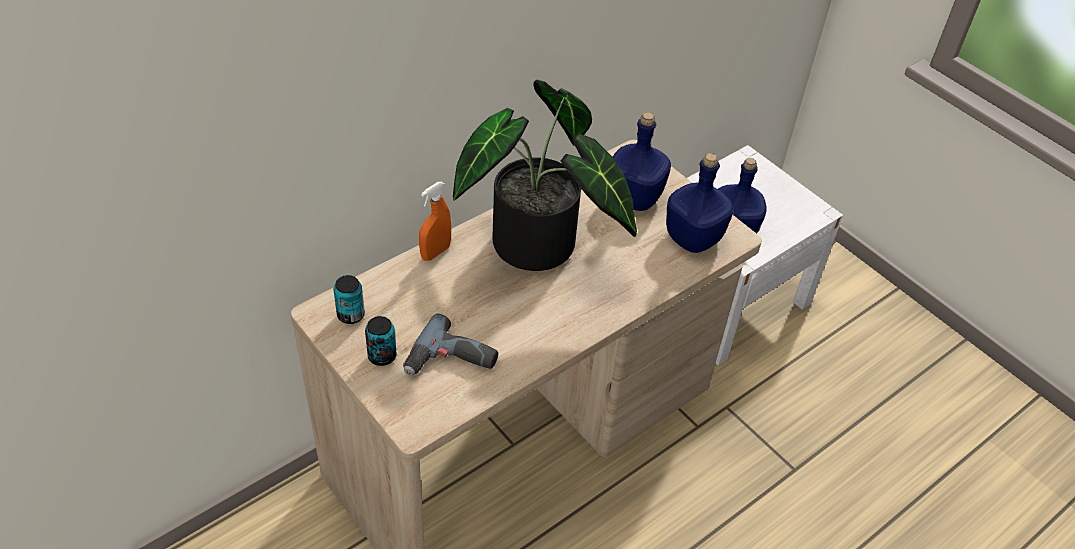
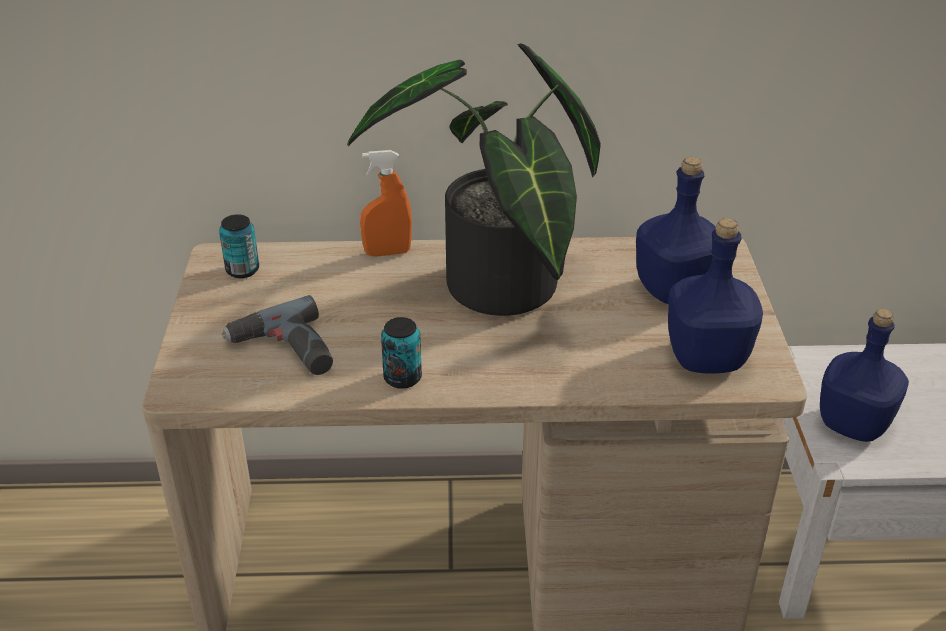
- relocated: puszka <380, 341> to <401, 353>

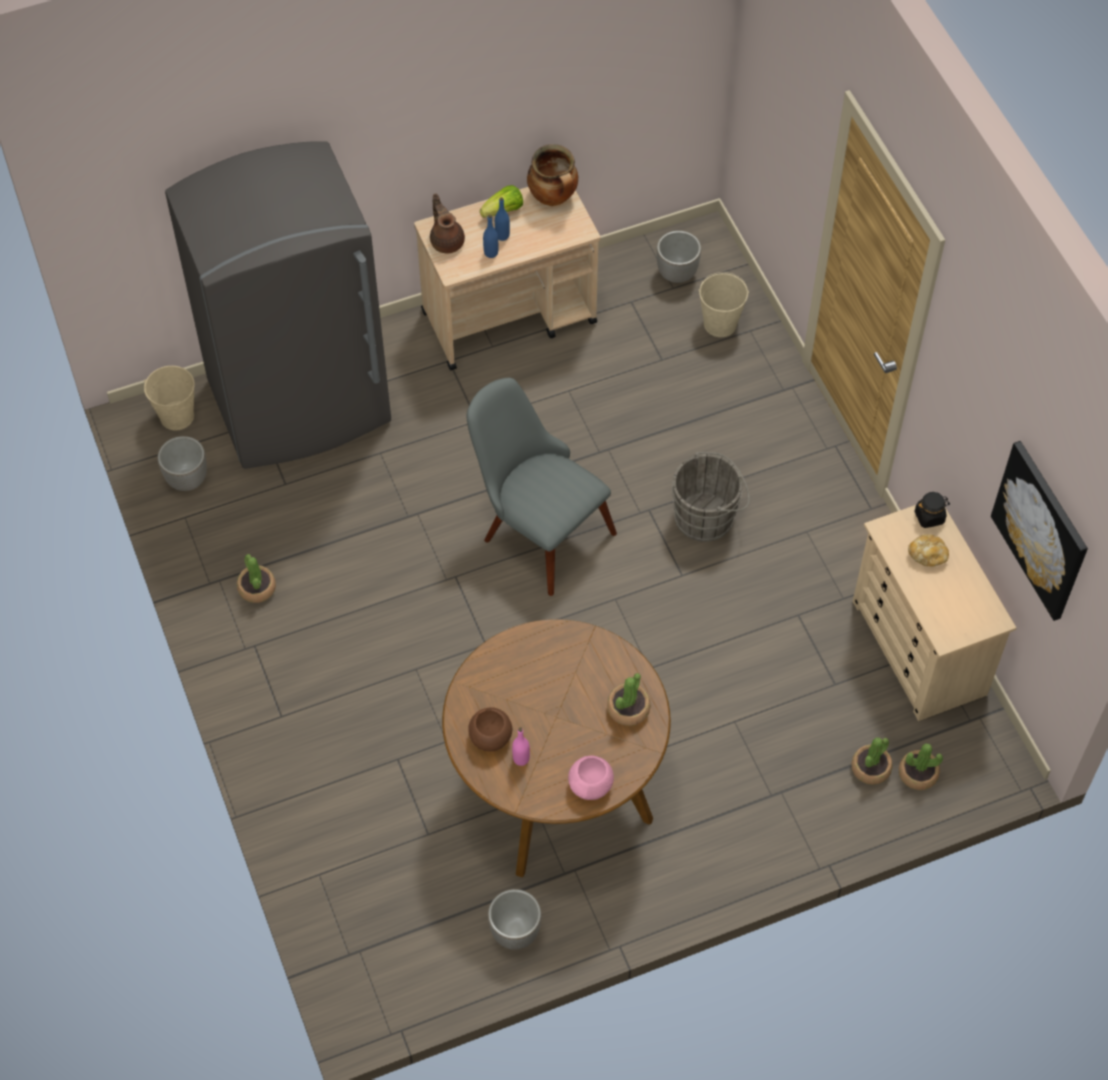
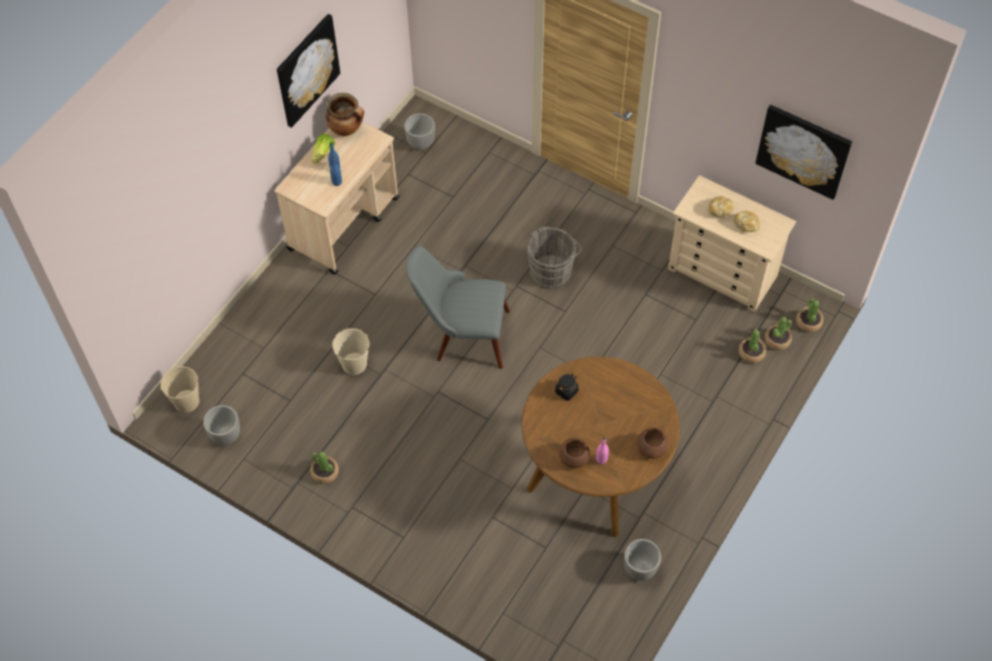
- missing: lodówka/szary <278, 305>
- missing: imbryk/brązowy <447, 223>
- colour: miska/różowy <591, 778> to miska/brązowy <652, 443>
- relocated: roślina doniczkowa <629, 699> to <809, 315>
- relocated: wiadro/beżowy <723, 304> to <350, 351>
- relocated: słoik/czarny <932, 510> to <567, 387>
- appeared: obraz <308, 71>
- appeared: chleb <747, 221>

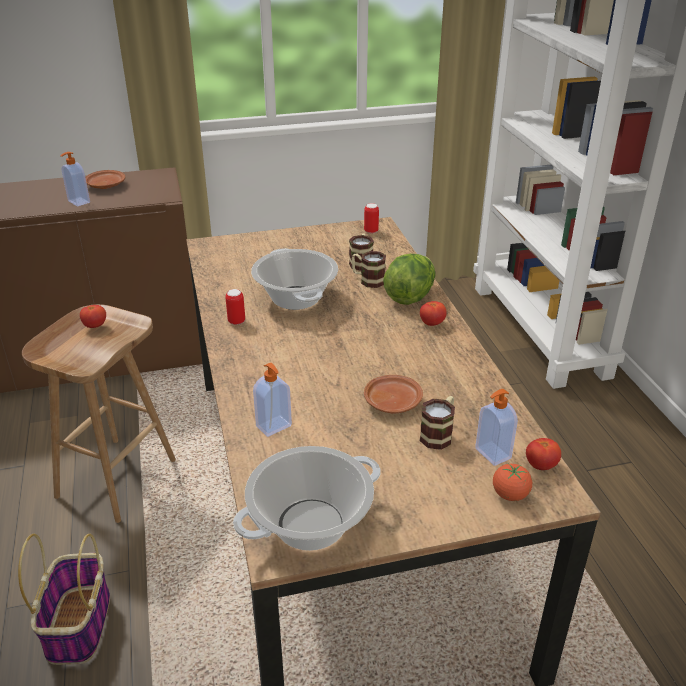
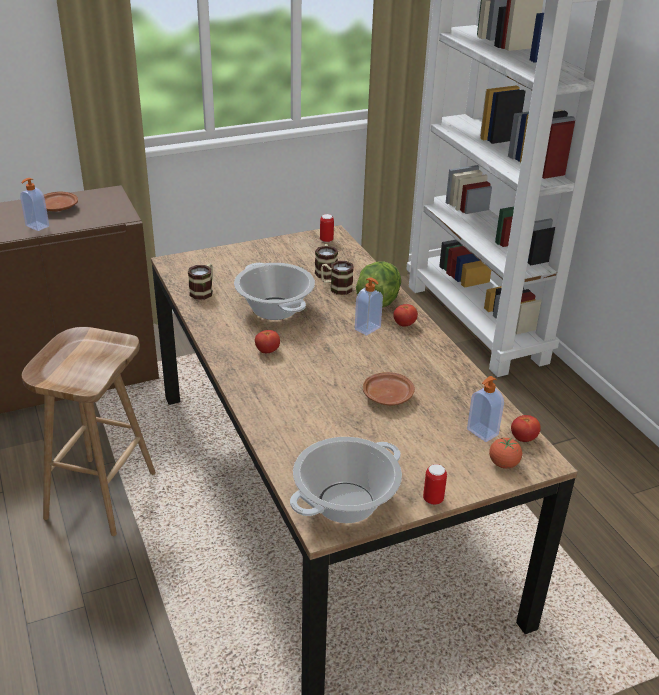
- missing: koszyk <64, 599>
- relocated: pomidor <93, 316> to <267, 341>
- relocated: puszka <235, 307> to <435, 484>
- relocated: dozownik mydła <272, 400> to <369, 306>
- relocated: kubek <437, 423> to <200, 282>

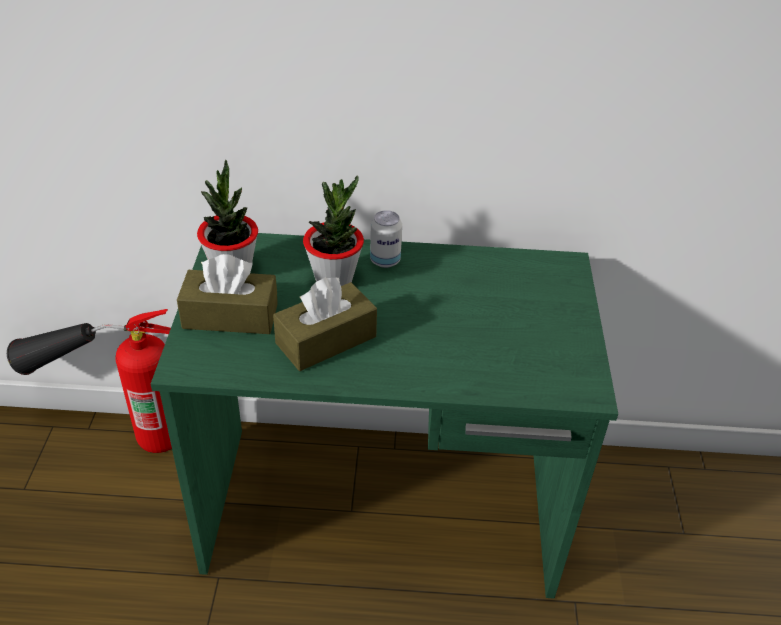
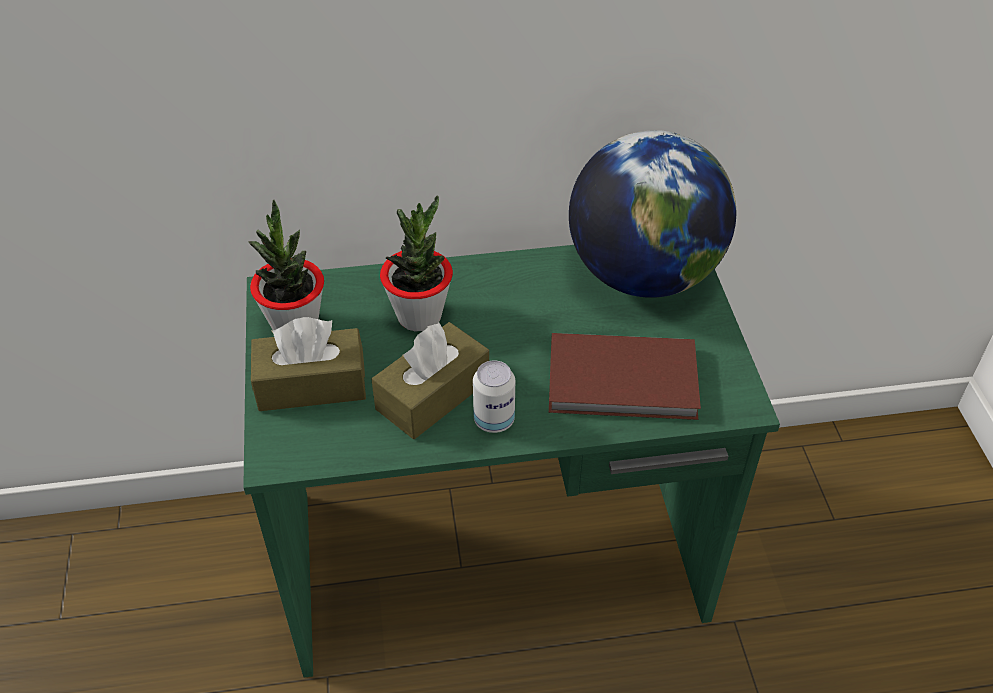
- missing: gaśnica <89, 381>
- relocated: puszka <386, 239> to <494, 396>
- appeared: książka/brązowy <625, 376>
- appeared: globus <652, 214>

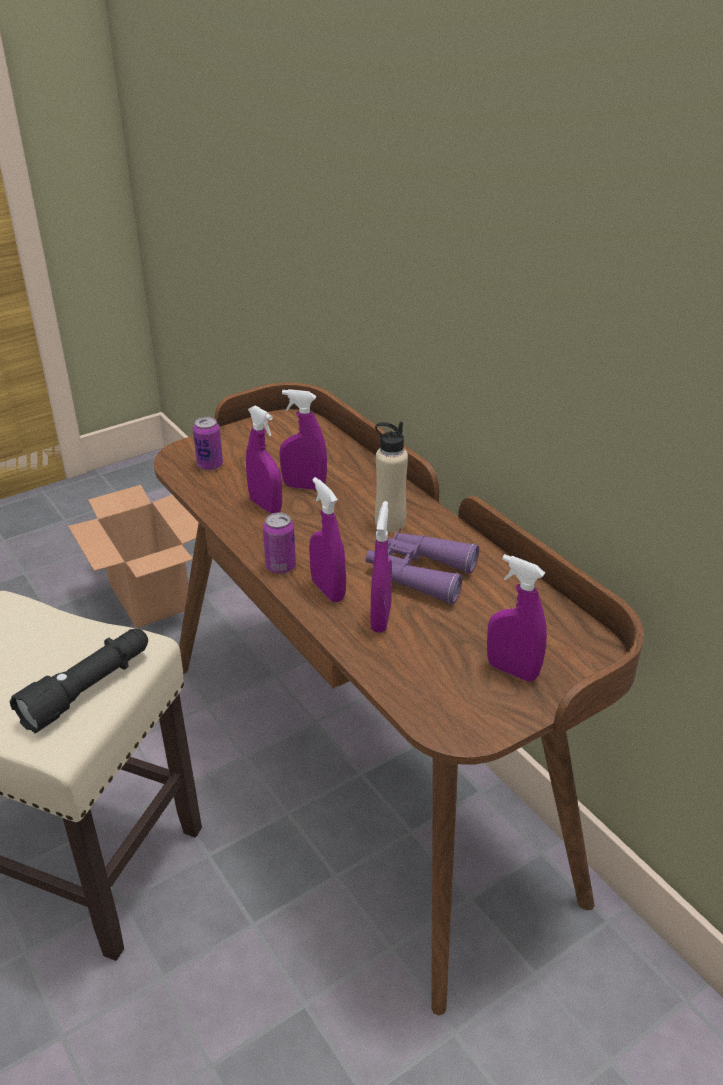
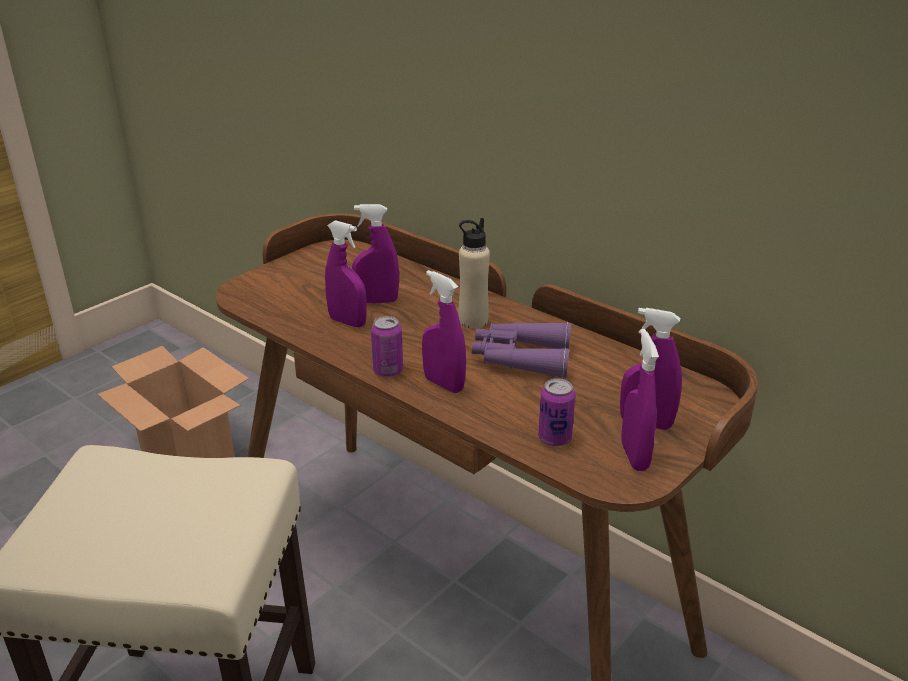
- missing: latarka/czarny <79, 681>
- relocated: puszka <208, 444> to <557, 412>
- relocated: spryskiwacz/fioletowy <381, 567> to <640, 400>

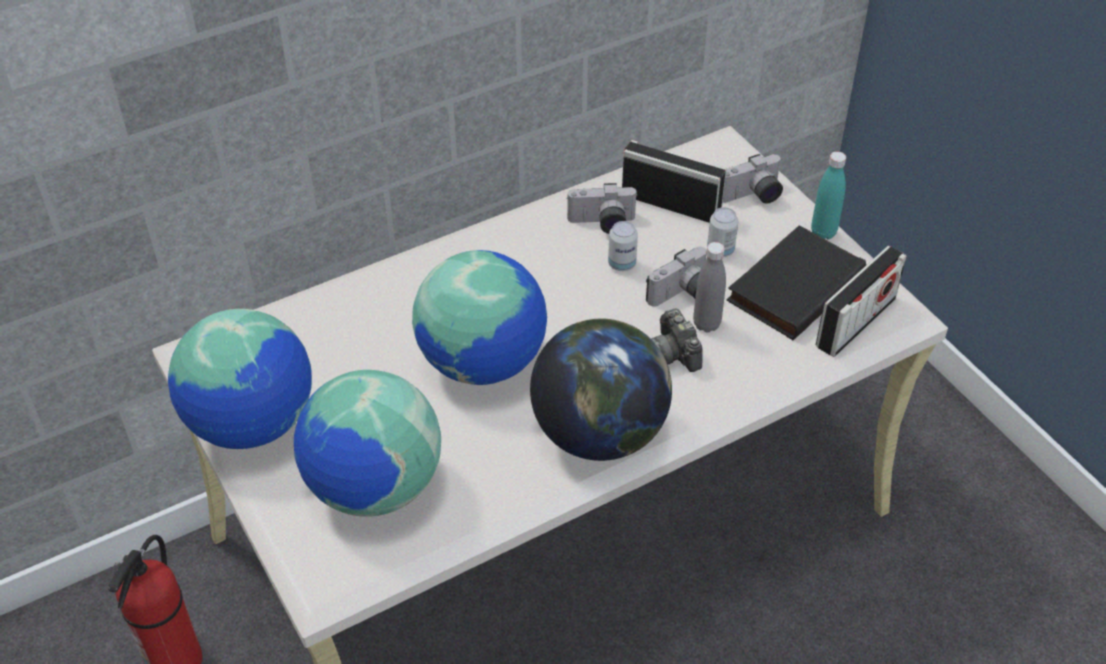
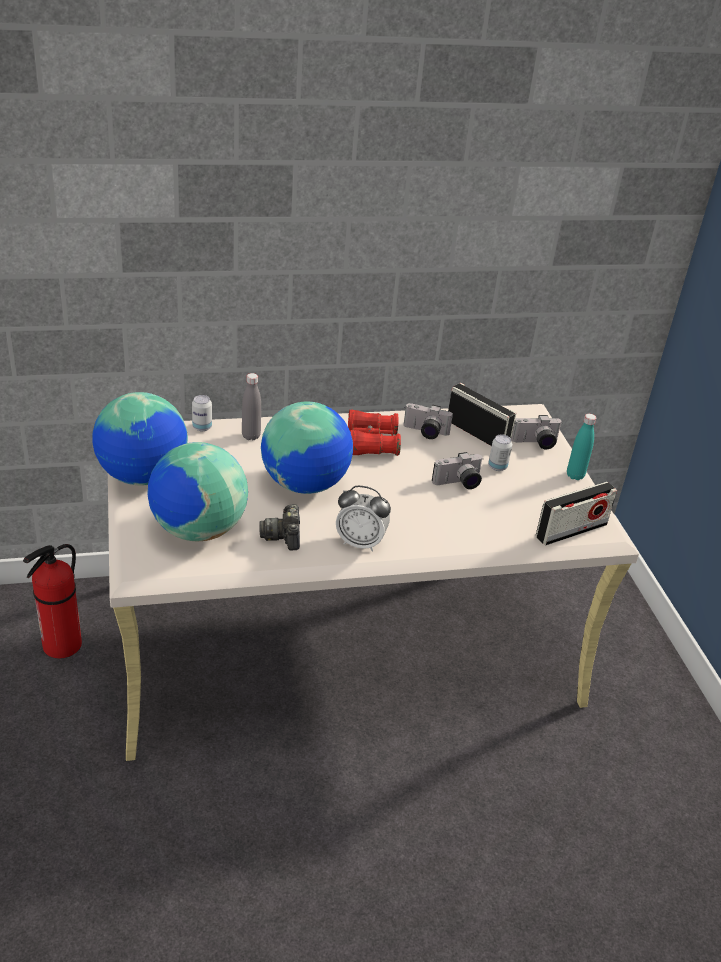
- exchanged: globus <601, 390> to budzik <363, 519>
- relocated: puszka <623, 246> to <202, 413>
- relocated: aparat fotograficzny <676, 340> to <280, 527>
- relocated: butelka/szary <709, 287> to <251, 406>
- missing: książka/czarny <796, 282>
- appeared: lornetka/czerwony <374, 433>

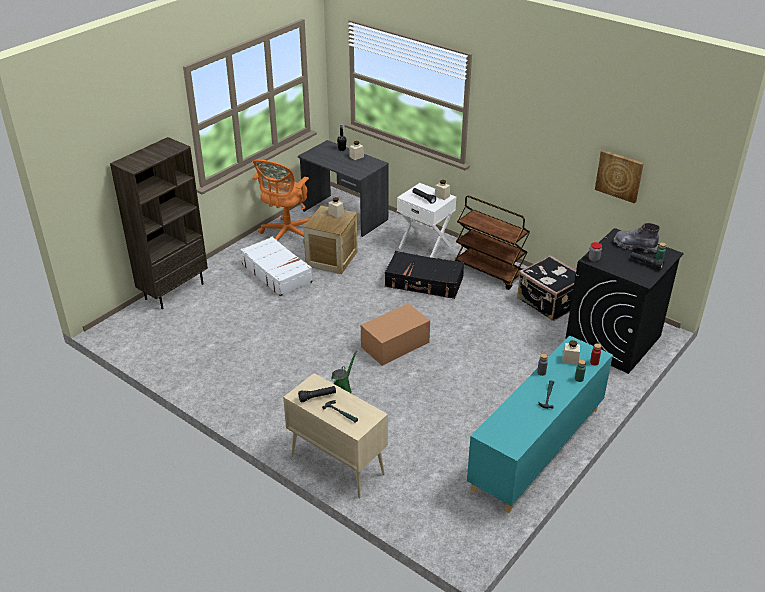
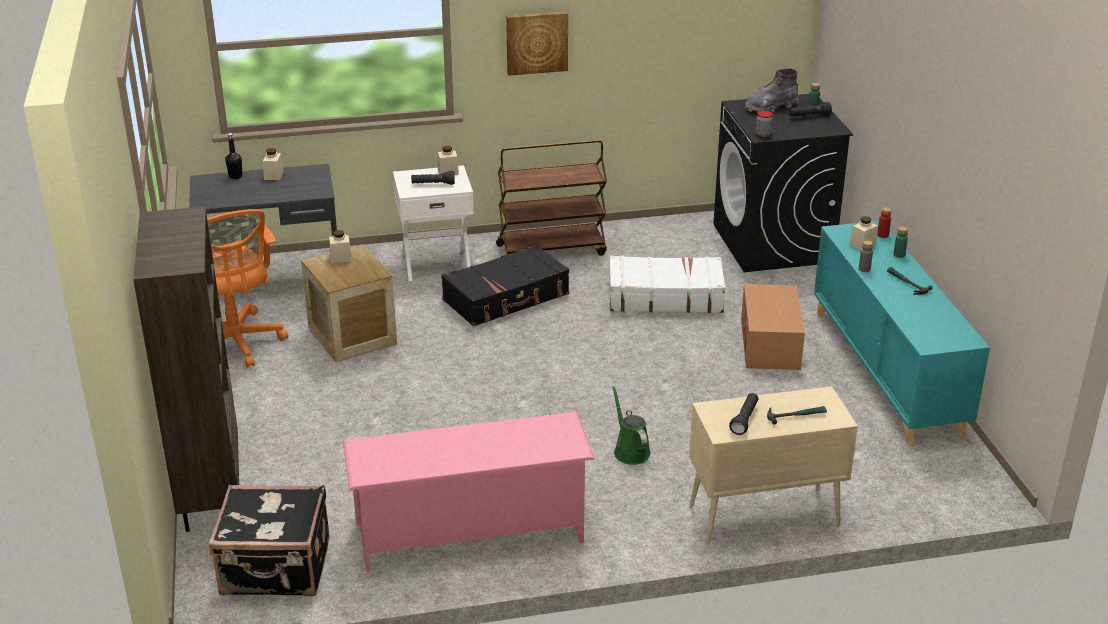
- relocated: walizka/biały <276, 266> to <667, 284>
- relocated: karton <395, 334> to <773, 327>
- relocated: walizka/czarny <546, 288> to <269, 540>
- relocated: obraz <619, 177> to <537, 44>
- appeared: regał na buty/różowy <469, 492>

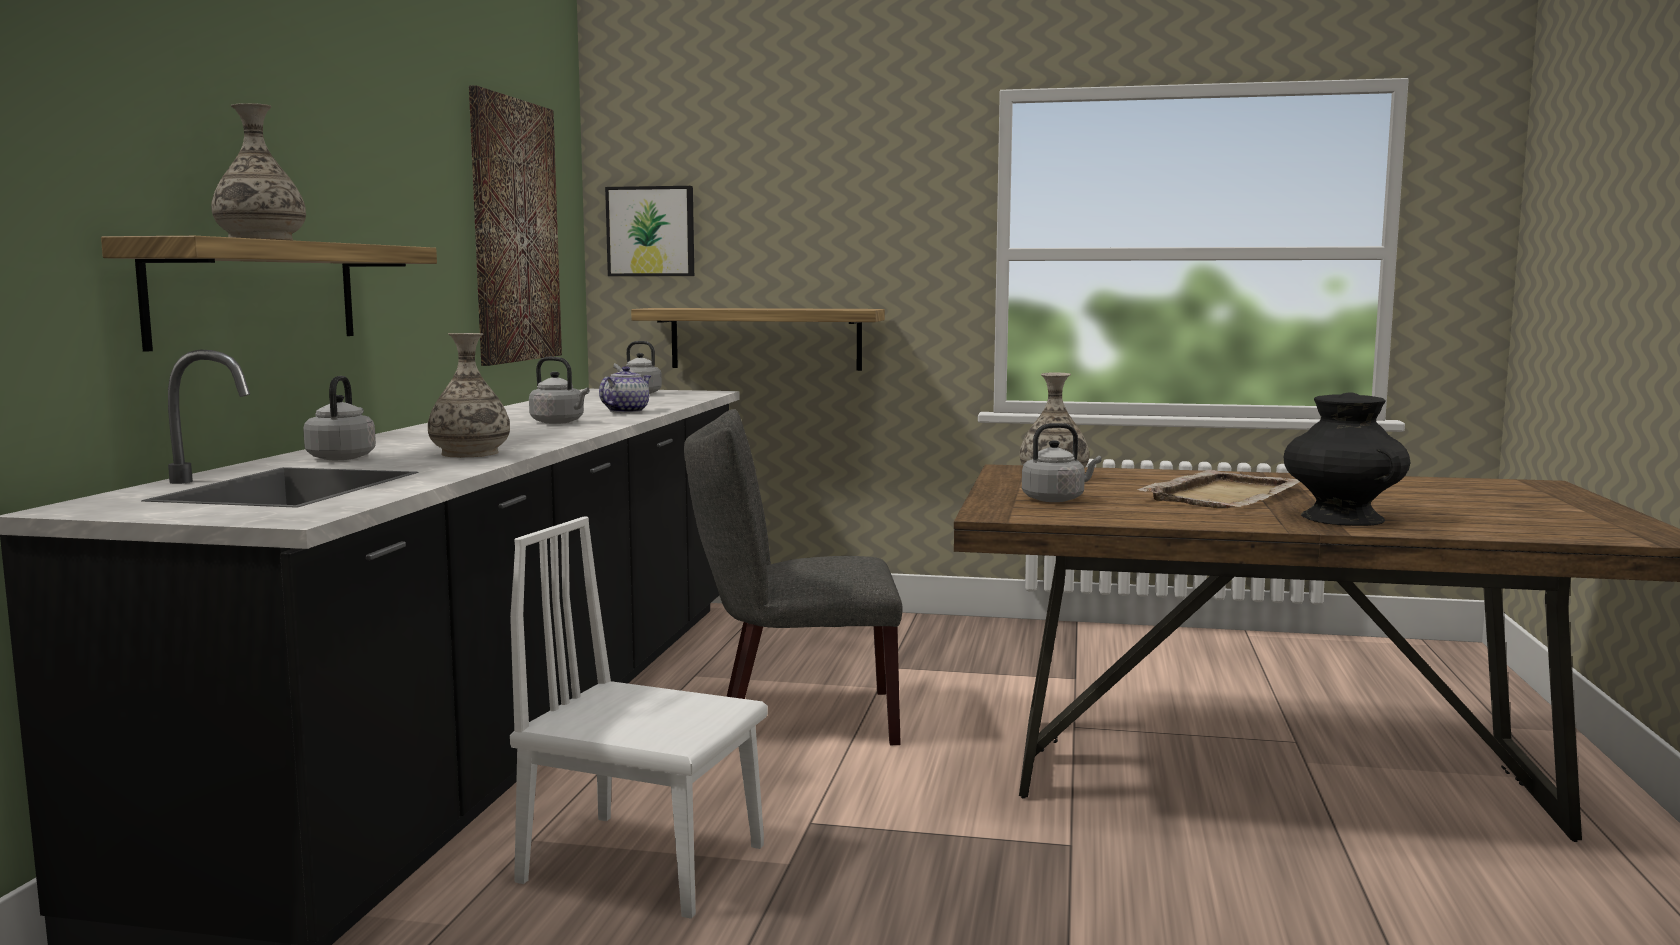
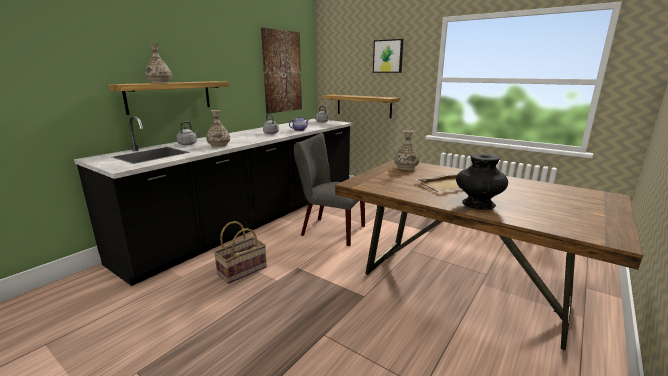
- exchanged: krzesło/biały <639, 718> to koszyk <240, 252>
- relocated: obraz <649, 231> to <388, 56>
- missing: czajnik/szary <1062, 462>

